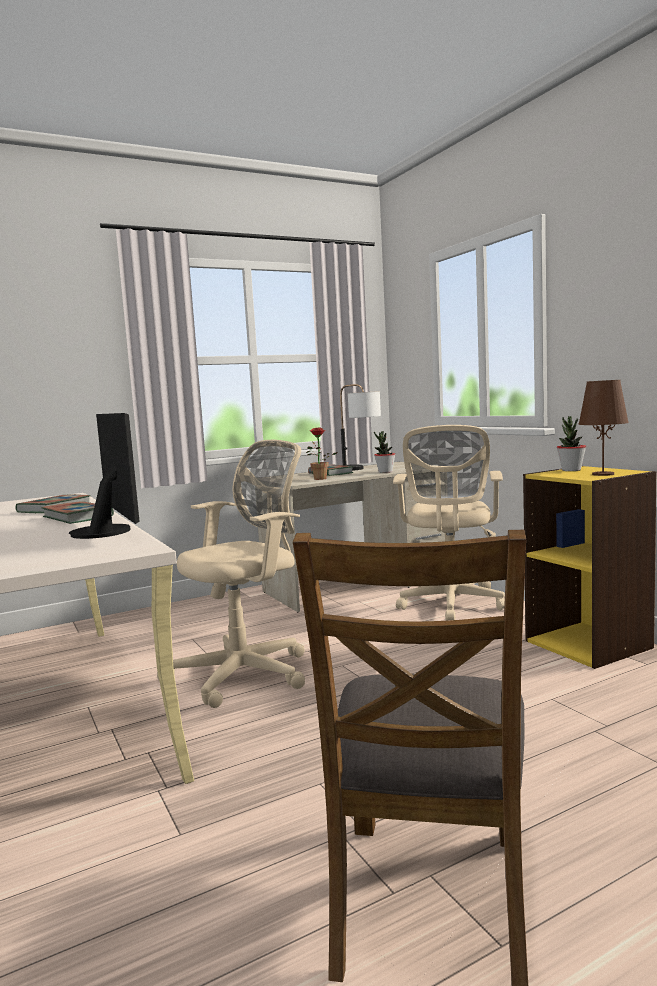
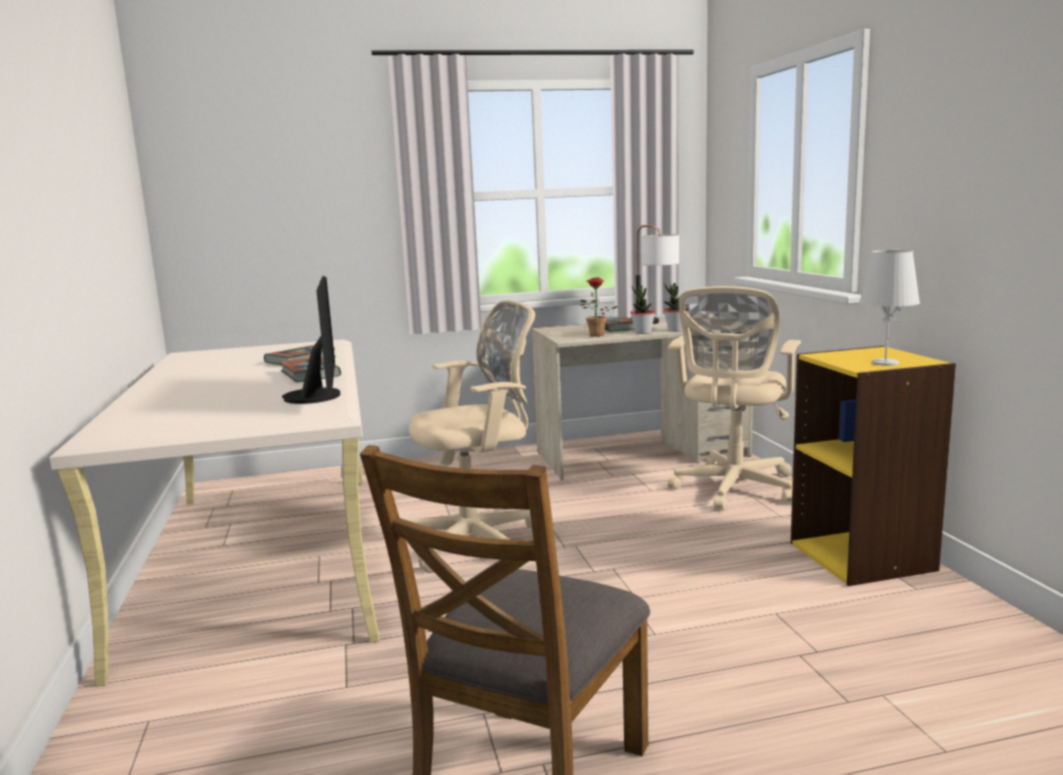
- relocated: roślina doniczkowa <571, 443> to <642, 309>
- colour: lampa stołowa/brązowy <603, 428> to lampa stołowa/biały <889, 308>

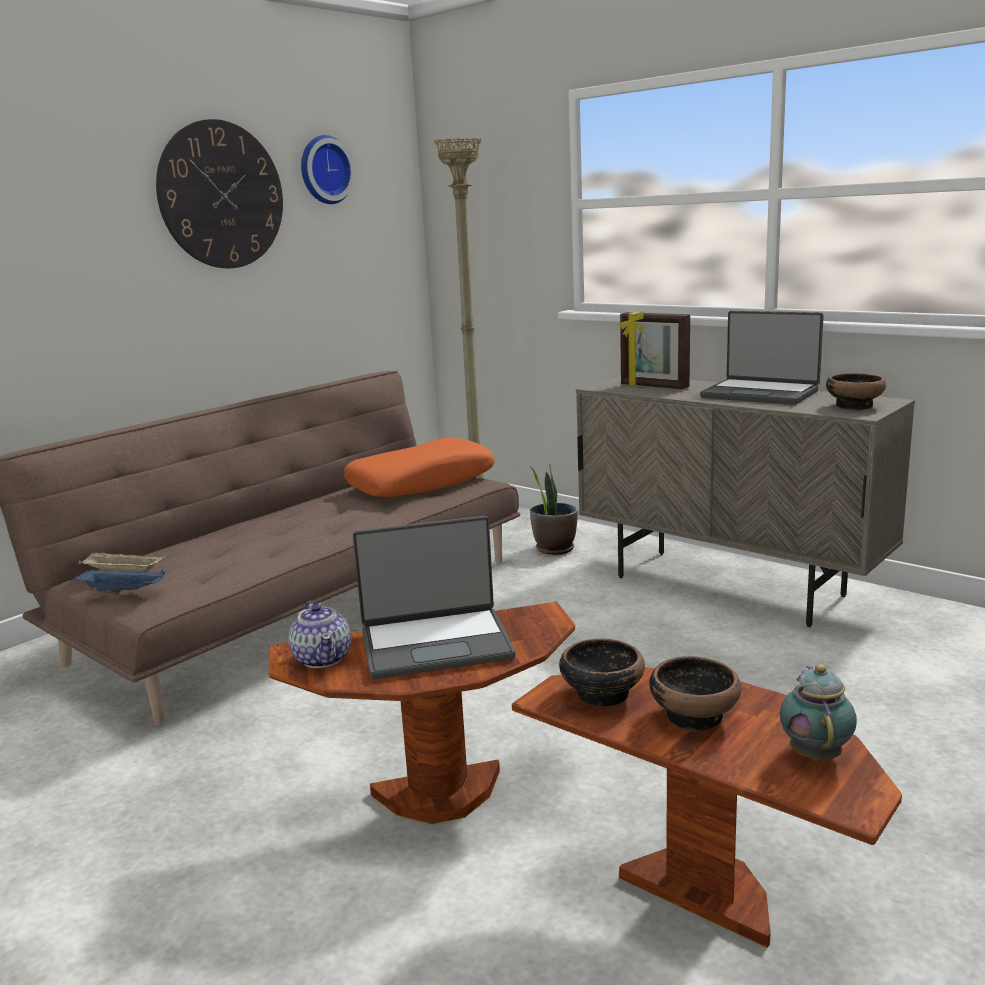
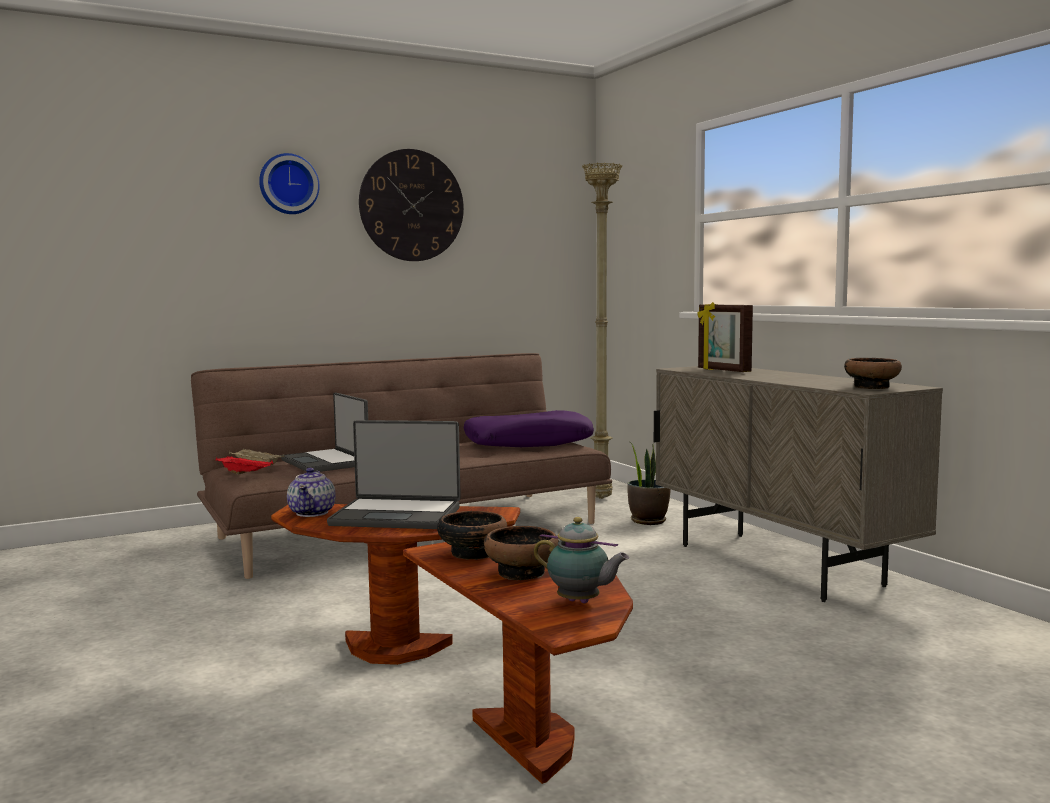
- colour: taca/niebieski <119, 582> to taca/czerwony <244, 465>
- relocated: zegar ścienny <328, 169> to <289, 183>
- colour: poduszka/pomarańczowy <419, 467> to poduszka/fioletowy <529, 428>
- relocated: laptop <762, 358> to <324, 432>
- spun: imbryk <818, 712> = <581, 560> 90 degrees clockwise

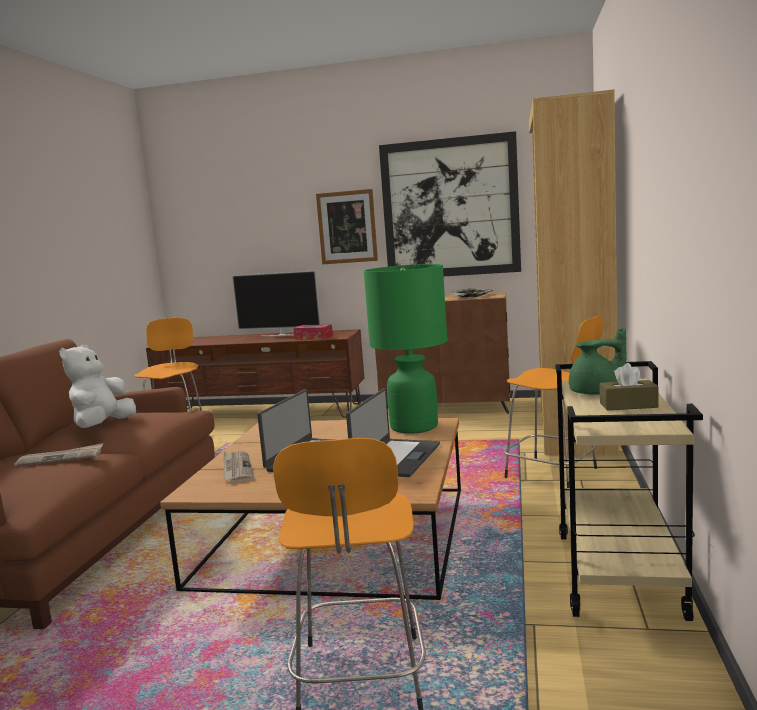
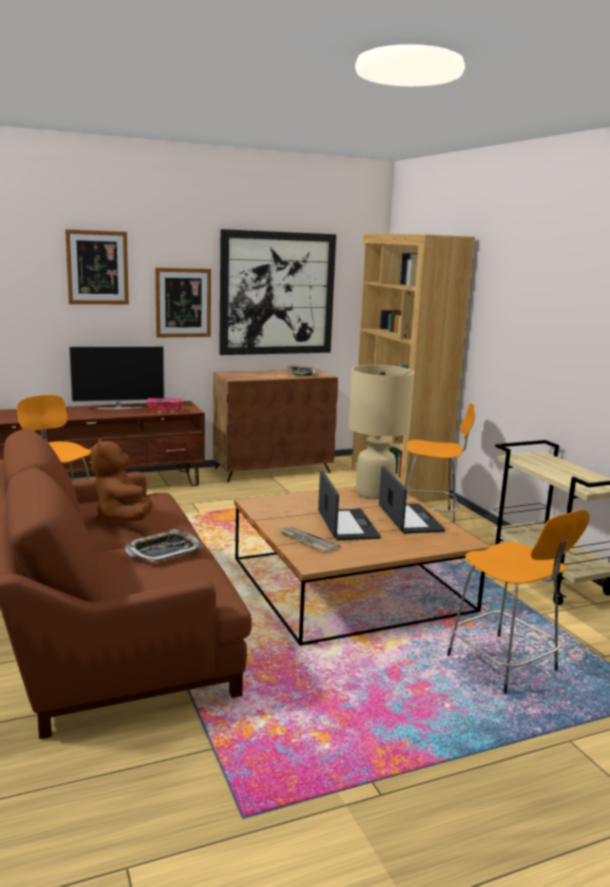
- exchanged: gazeta <58, 455> to taca <164, 545>
- colour: pluszak/biały <97, 386> to pluszak/brązowy <121, 479>
- colour: lampa stołowa/zielony <405, 349> to lampa stołowa/beżowy <381, 432>
- missing: imbryk/zielony <598, 361>
- missing: pudełko chusteczek/brązowy <629, 386>
- appeared: obraz <97, 266>

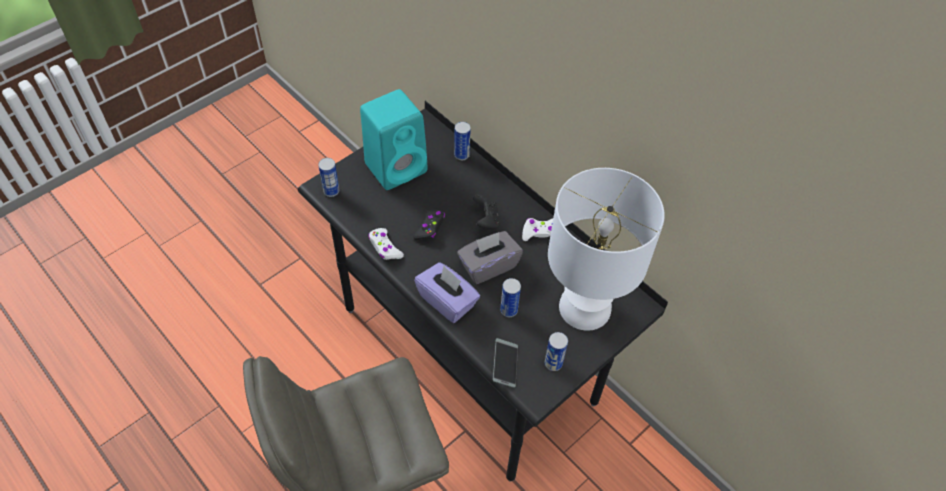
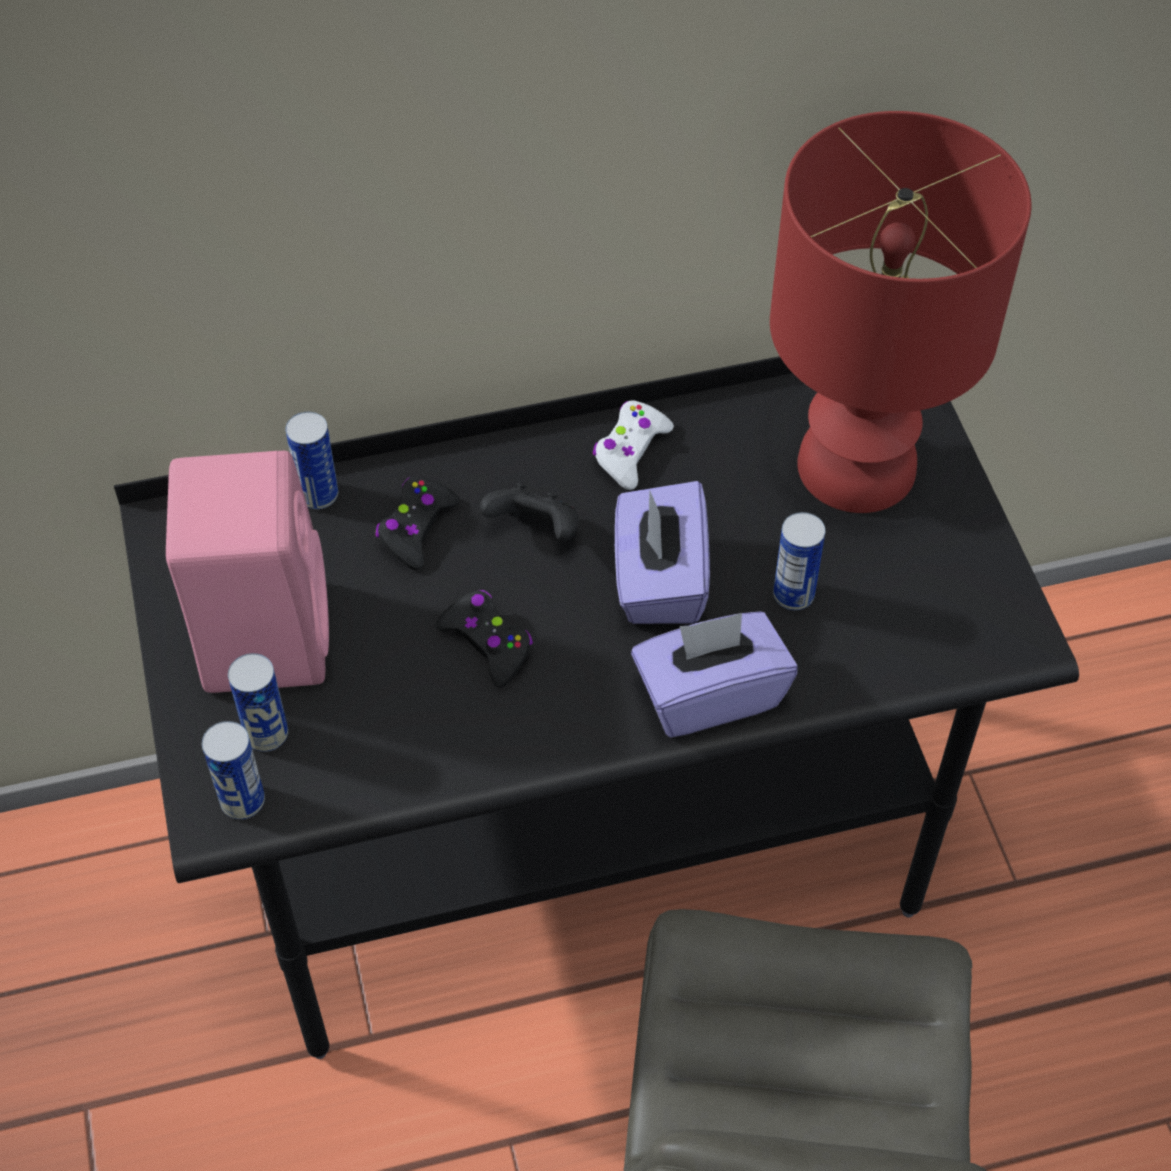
- colour: głośnik/turkusowy <394, 139> to głośnik/różowy <247, 572>
- missing: pad do gier/biały <386, 244>
- colour: pudełko chusteczek/szary <490, 257> to pudełko chusteczek/fioletowy <662, 552>
- missing: telefon <505, 363>
- relocated: puszka <556, 351> to <258, 702>
- colour: lampa stołowa/biały <606, 249> to lampa stołowa/czerwony <900, 312>
- appeared: pad do gier/czarny <417, 523>

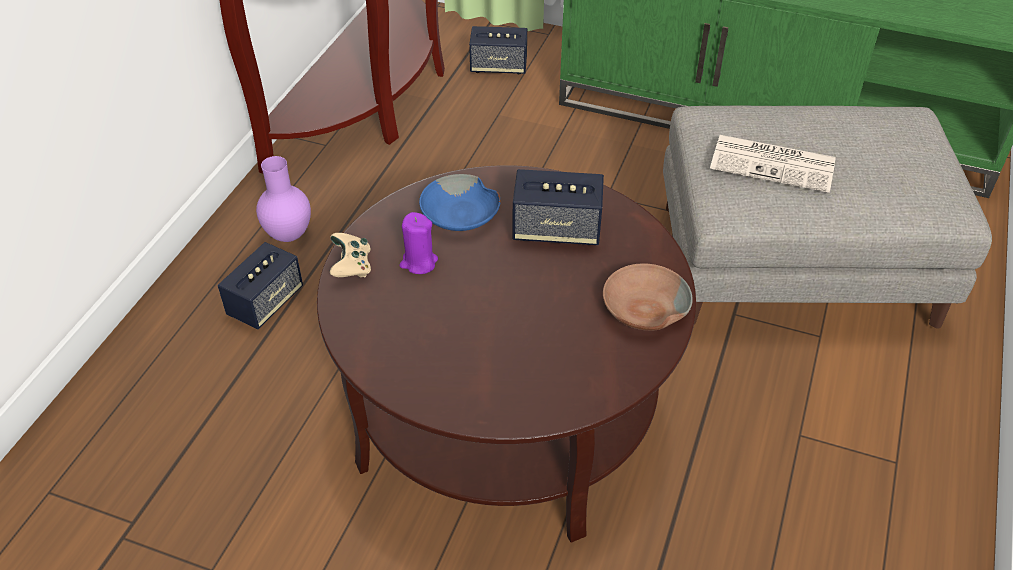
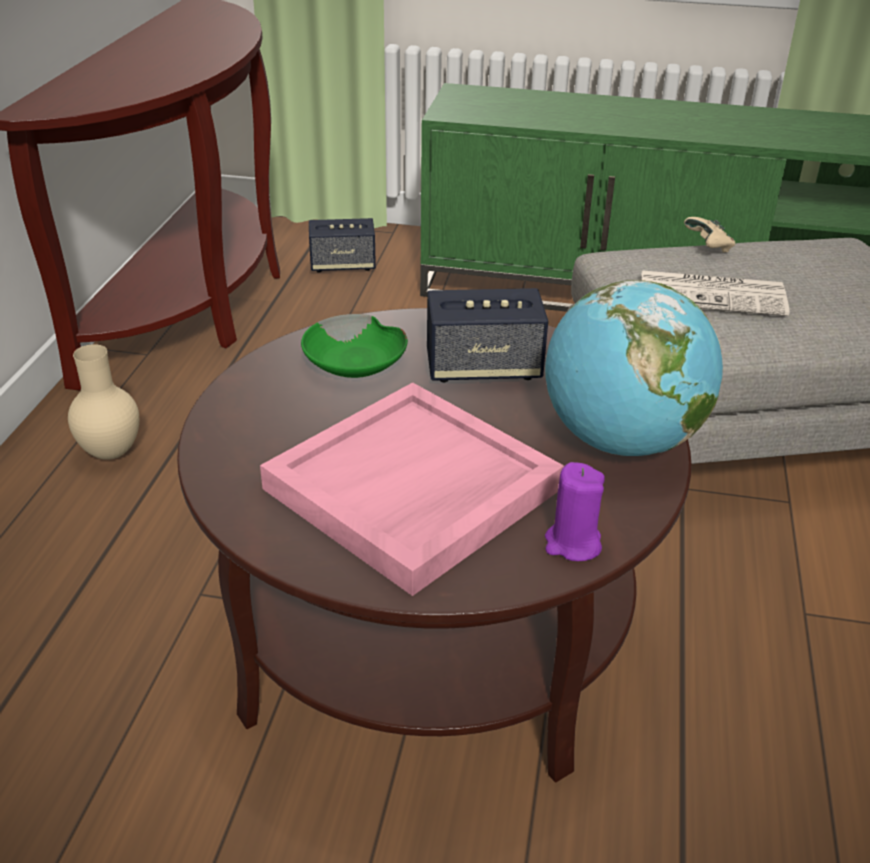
- missing: głośnik <260, 285>
- colour: wazon/fioletowy <283, 199> to wazon/beżowy <103, 402>
- relocated: pad do gier/beżowy <350, 255> to <709, 235>
- relocated: świeca/fioletowy <419, 243> to <575, 511>
- colour: miska/niebieski <460, 202> to miska/zielony <354, 346>
- exchanged: miska/brązowy <648, 297> to globus <634, 368>
- appeared: taca/różowy <412, 489>

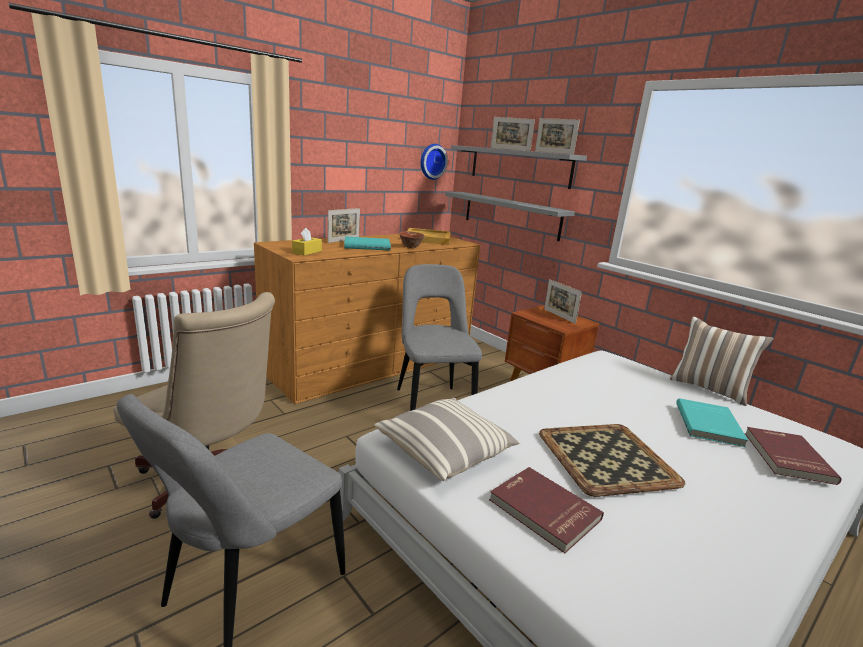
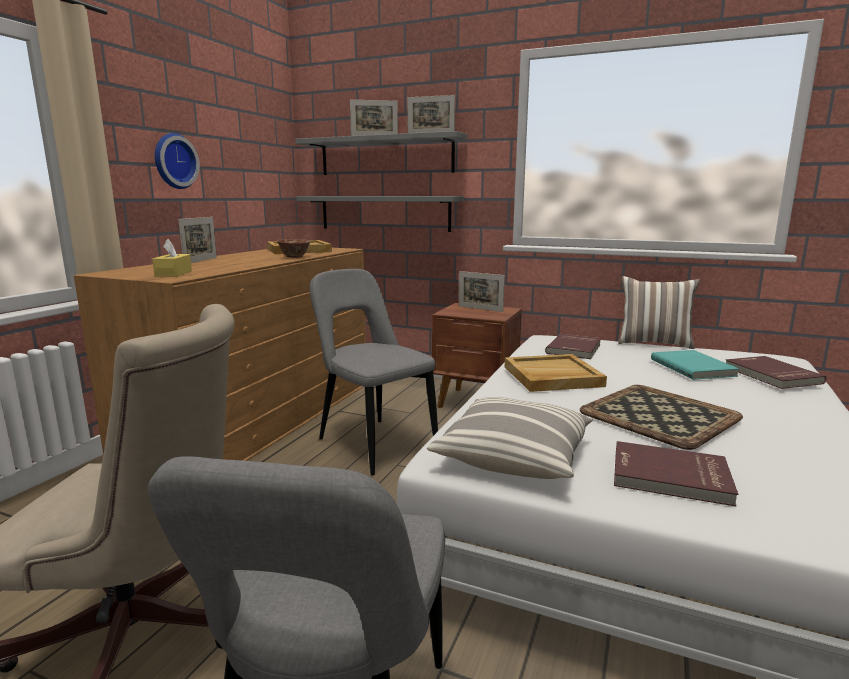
- missing: książka/turkusowy <367, 243>
- relocated: zegar ścienny <434, 162> to <177, 161>
- appeared: taca/beżowy <556, 373>
- appeared: książka/czerwony <573, 346>

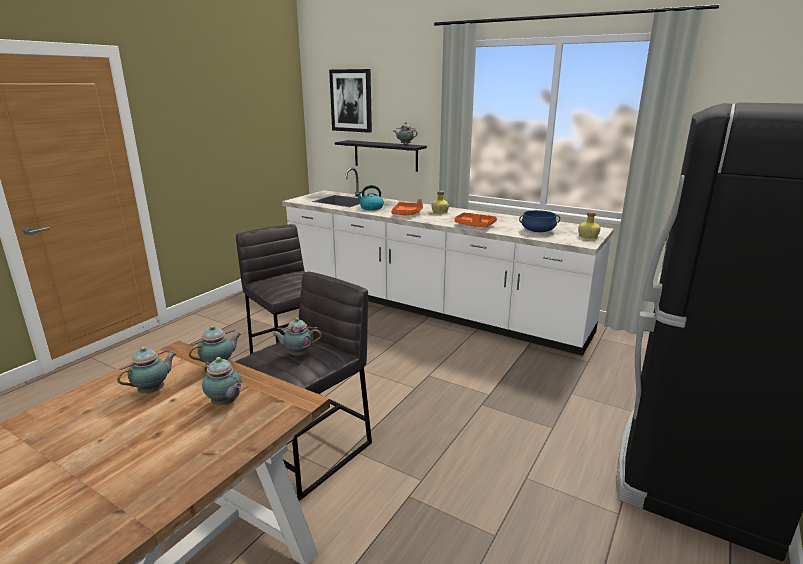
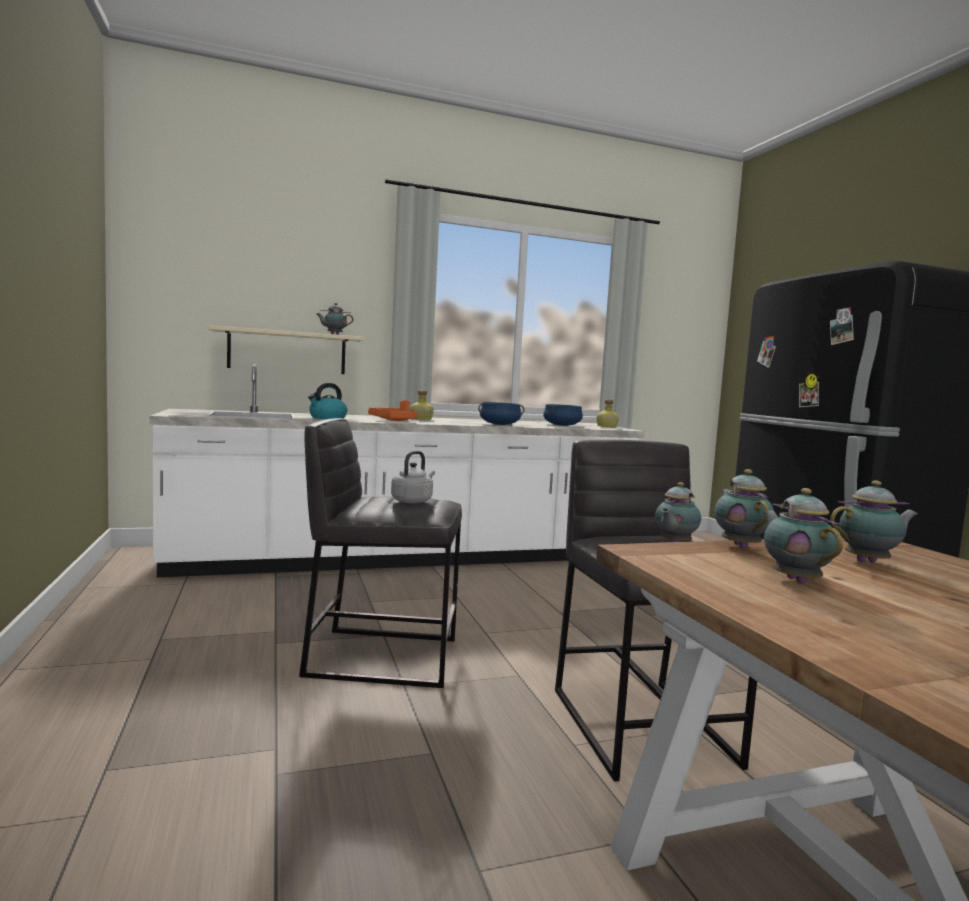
- missing: obraz <350, 101>
- colour: półka/czarny <381, 156> to półka/beżowy <286, 349>
- exchanged: taca/pomarańczowy <476, 220> to garnek/niebieski <501, 413>
- appeared: czajnik/szary <413, 477>

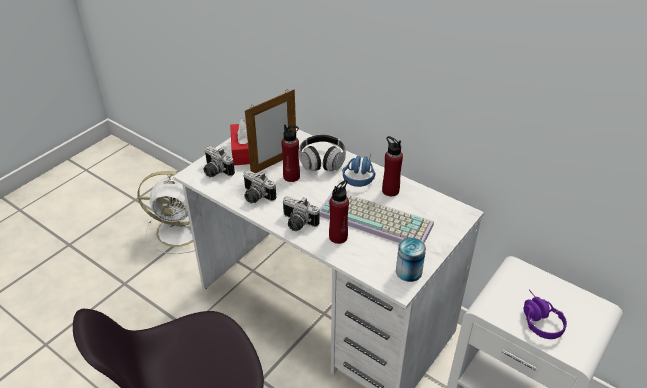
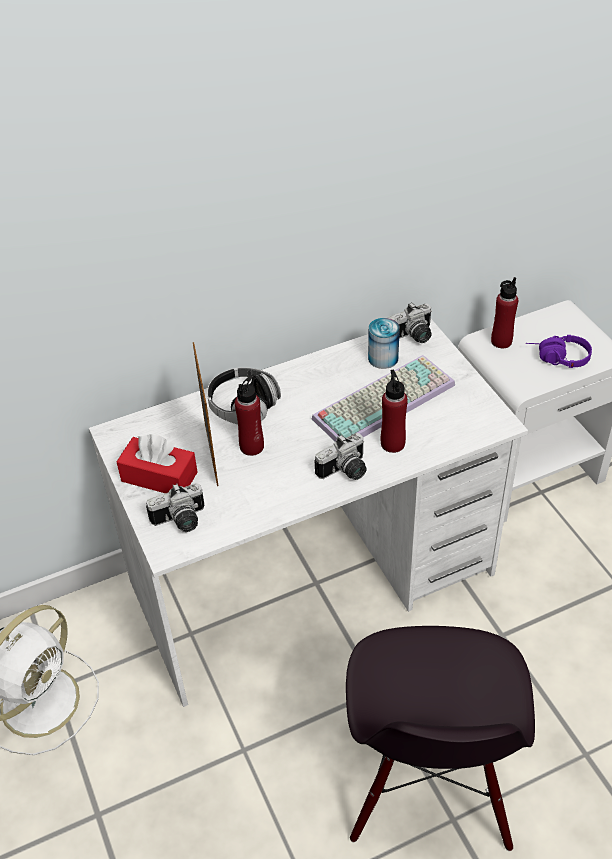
- relocated: aparat fotograficzny <259, 186> to <410, 322>
- missing: słuchawki/niebieski <358, 170>
- relocated: butelka/czerwony <392, 166> to <504, 312>
- relocated: puszka <411, 259> to <384, 343>

